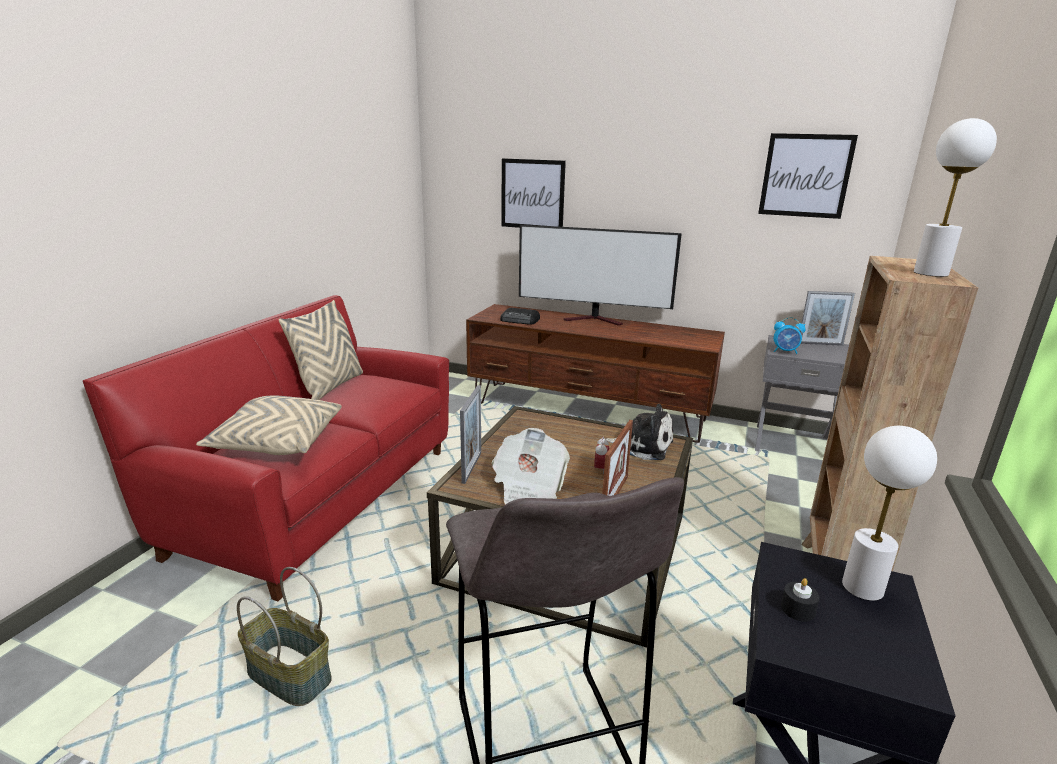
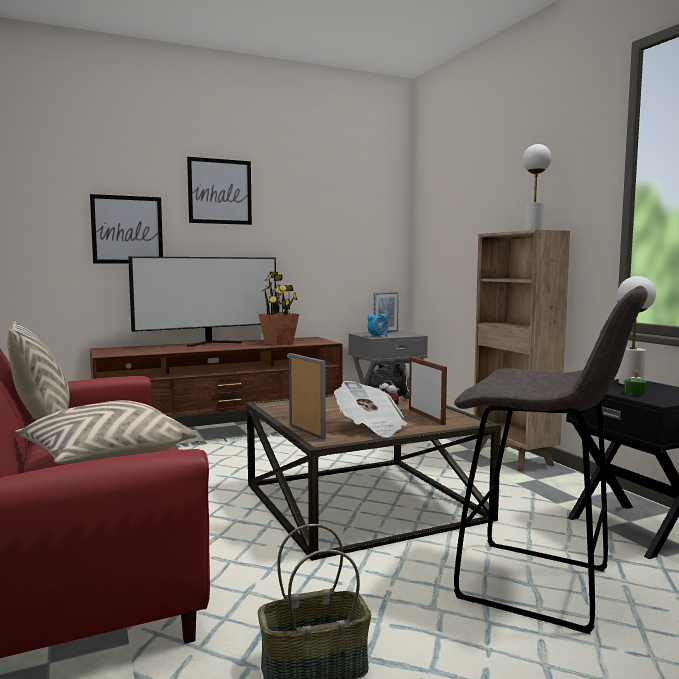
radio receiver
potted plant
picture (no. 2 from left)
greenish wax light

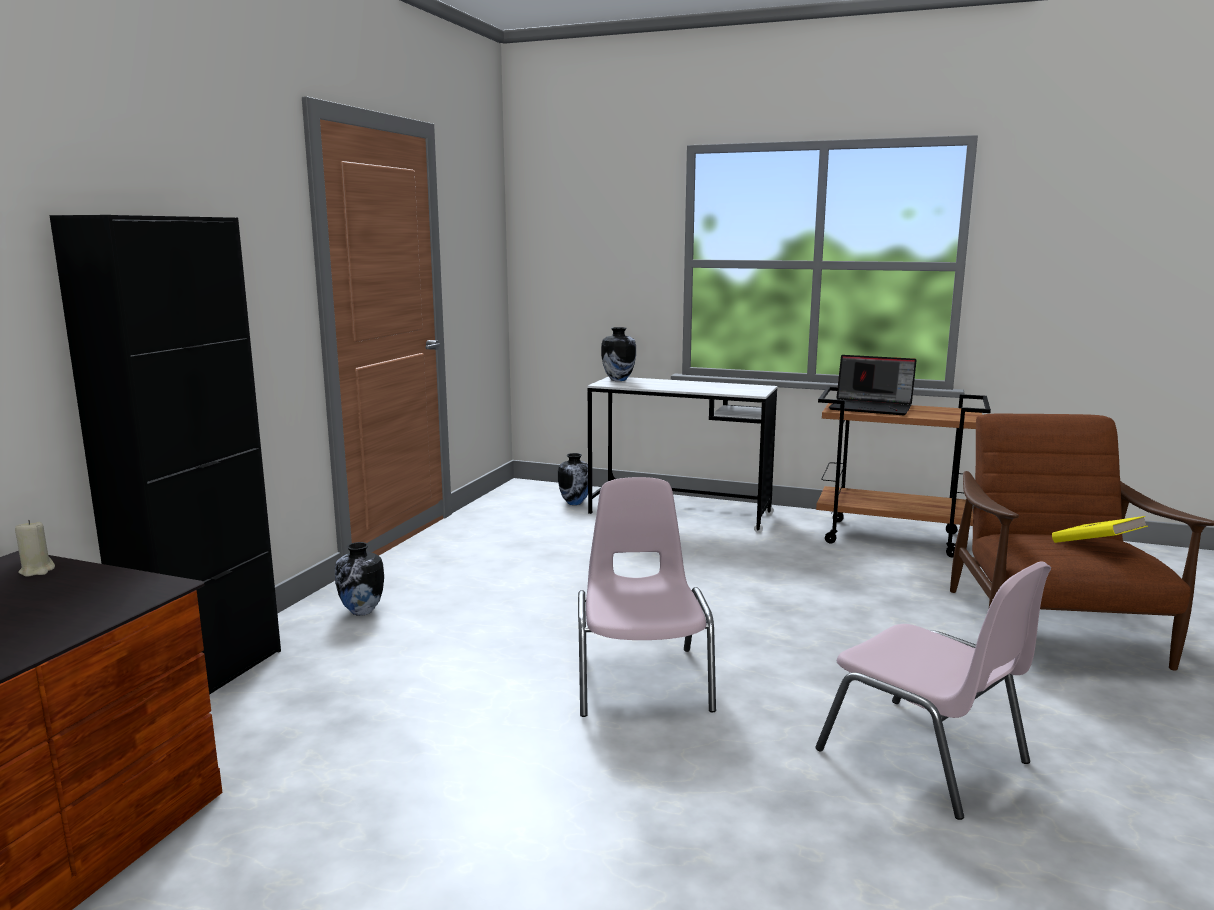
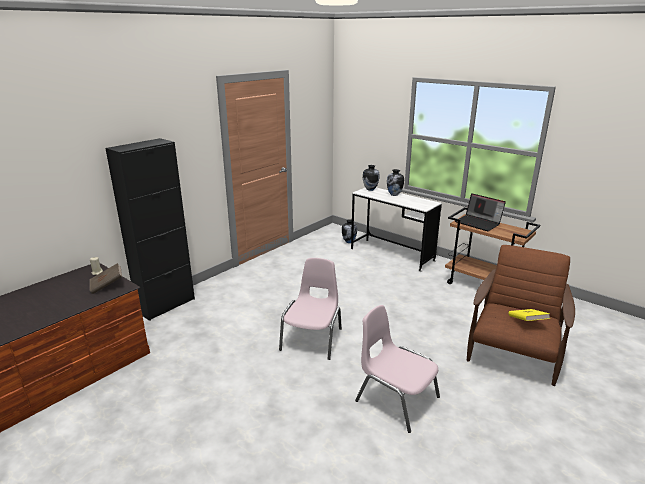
brown volume
flower vase (no. 3 from left)
pinkish upright chair (no. 2 from left)

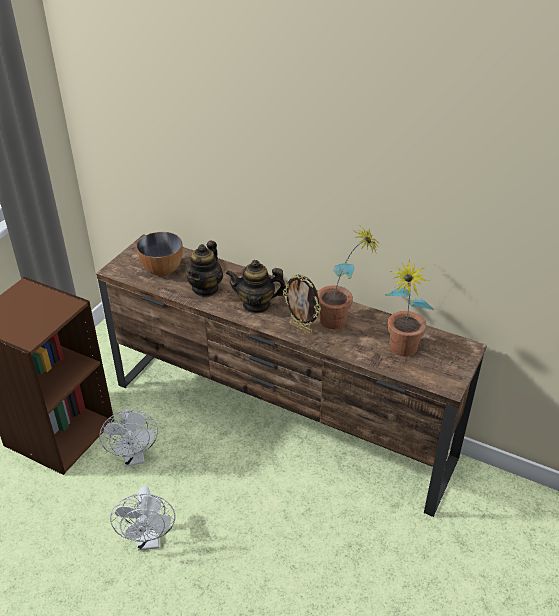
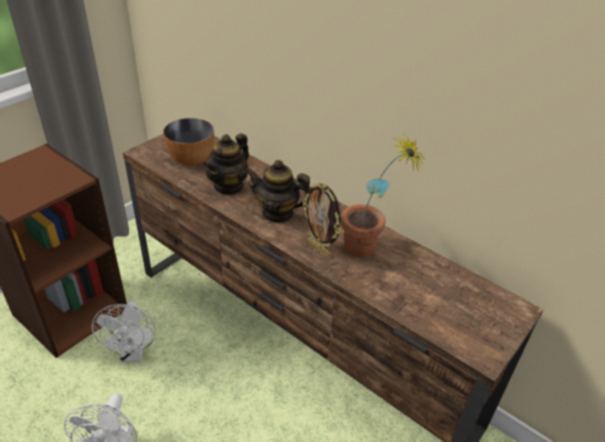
potted plant (no. 2 from left in the first image)

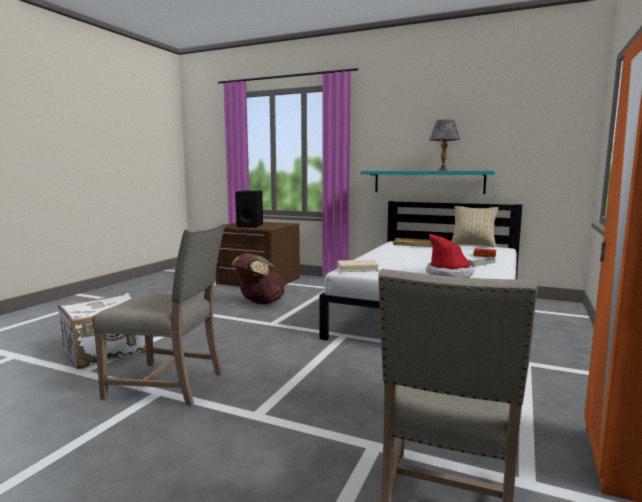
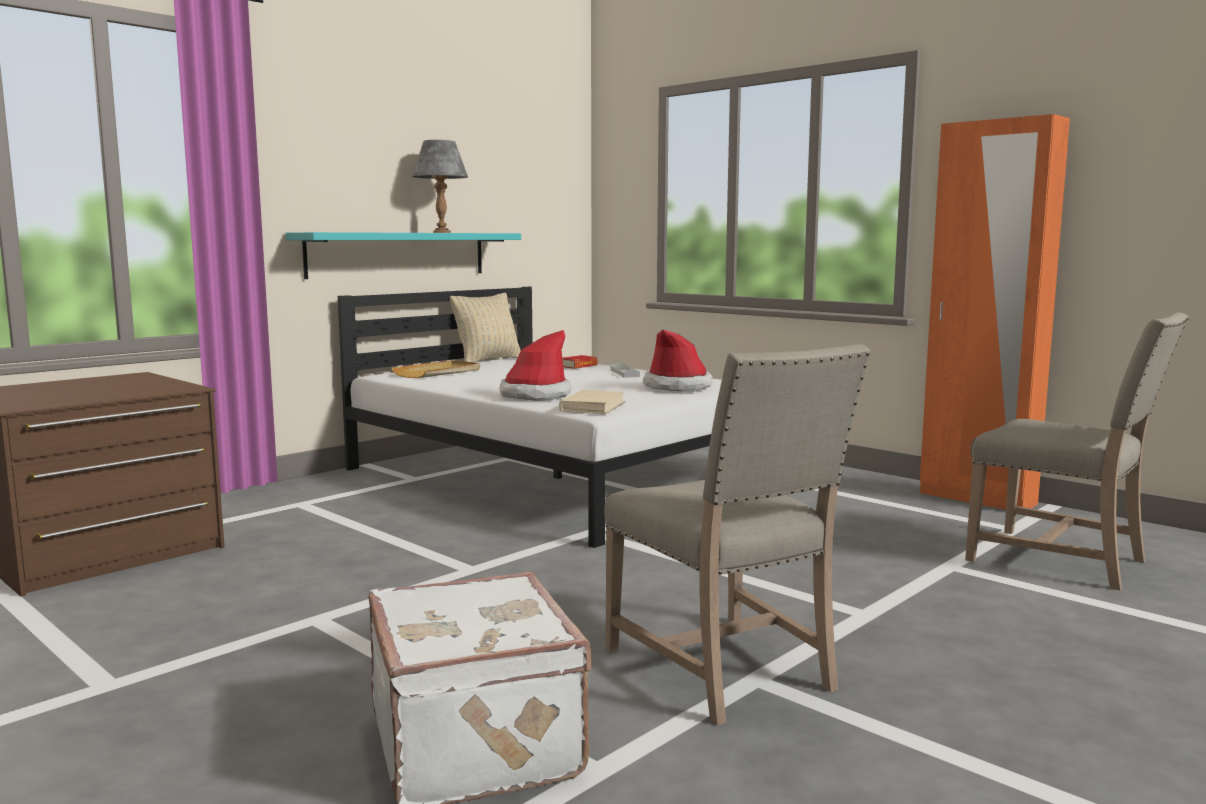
brown rucksack
black loudspeaker
hat (no. 1 from left)
beige-coloured upright chair (no. 1 from left)

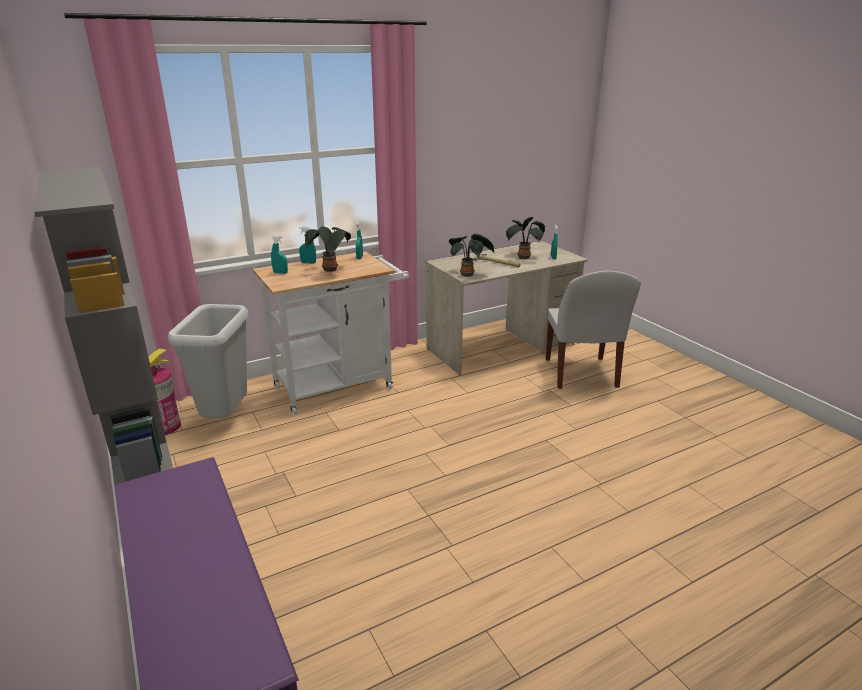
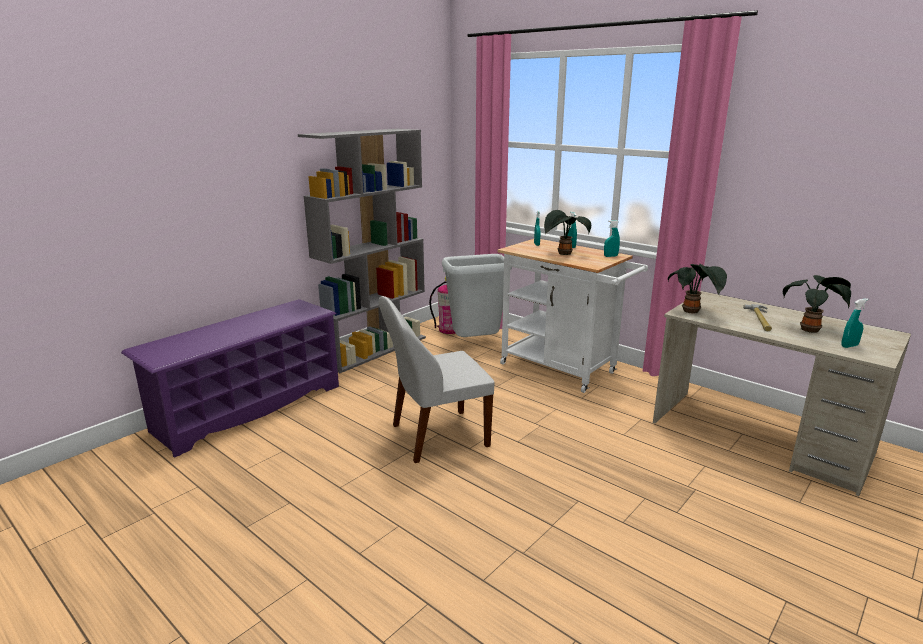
white-coloured upright chair

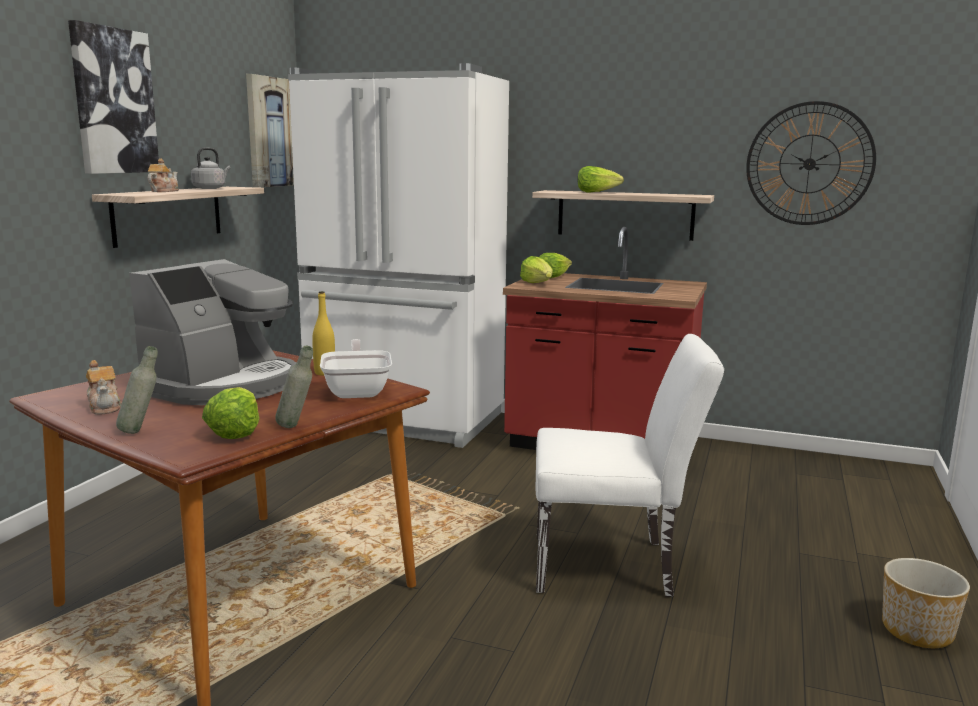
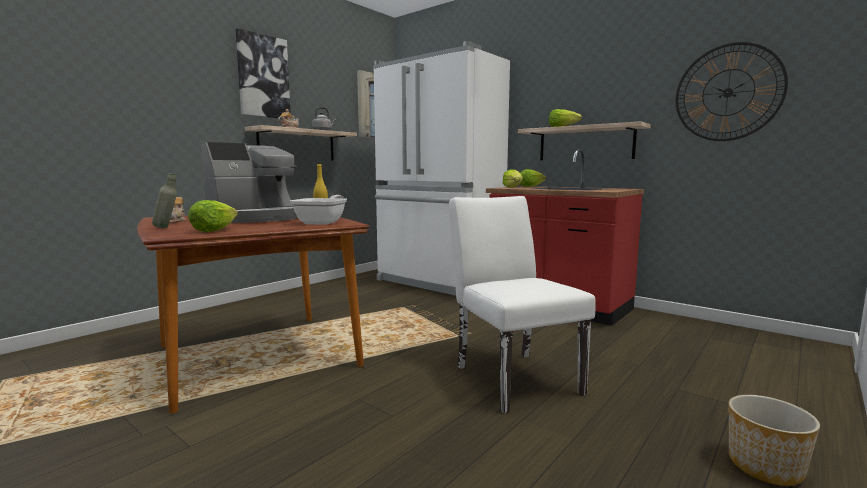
greyish beverage bottle (no. 2 from left in the first image)
white-coloured upright chair

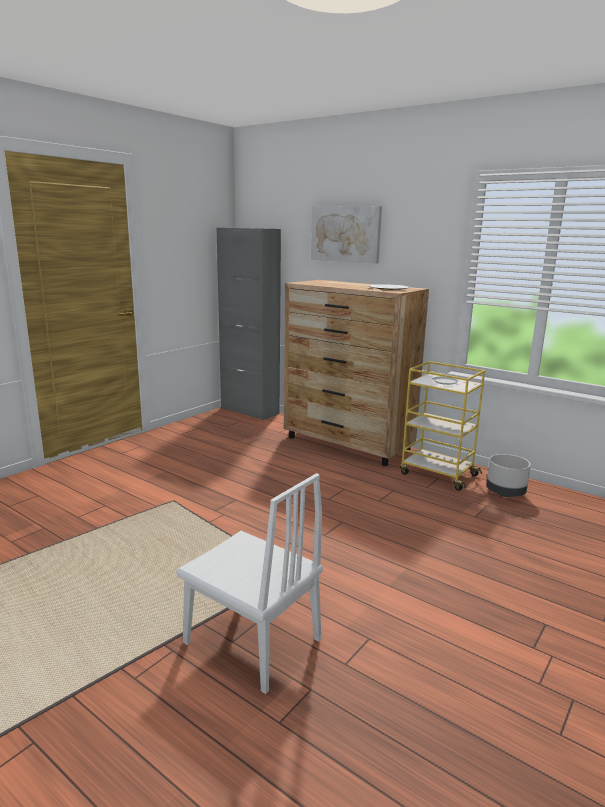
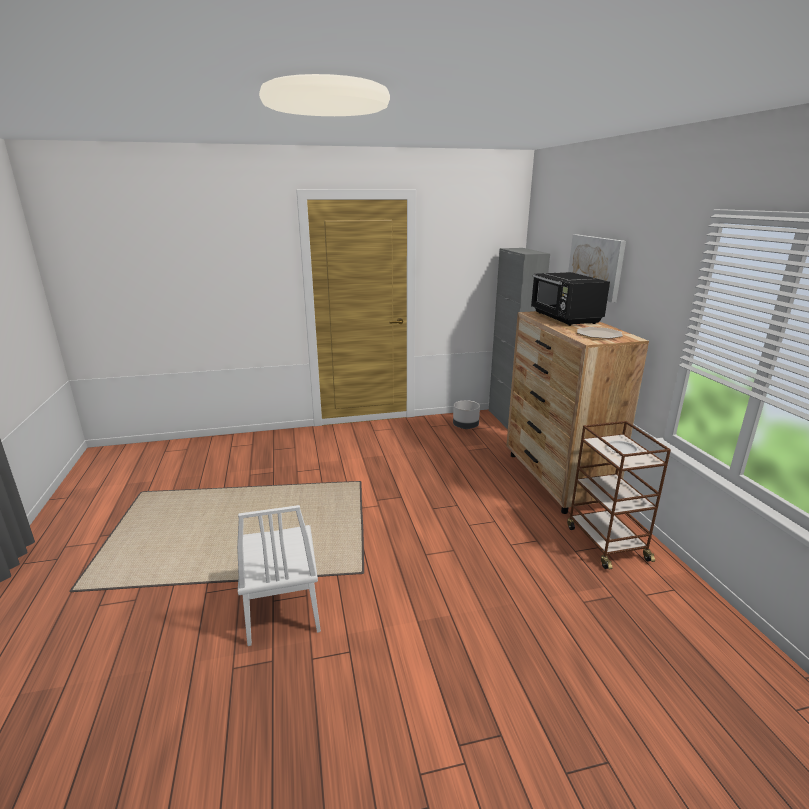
black kitchen microwave
greyish planter
brown cart

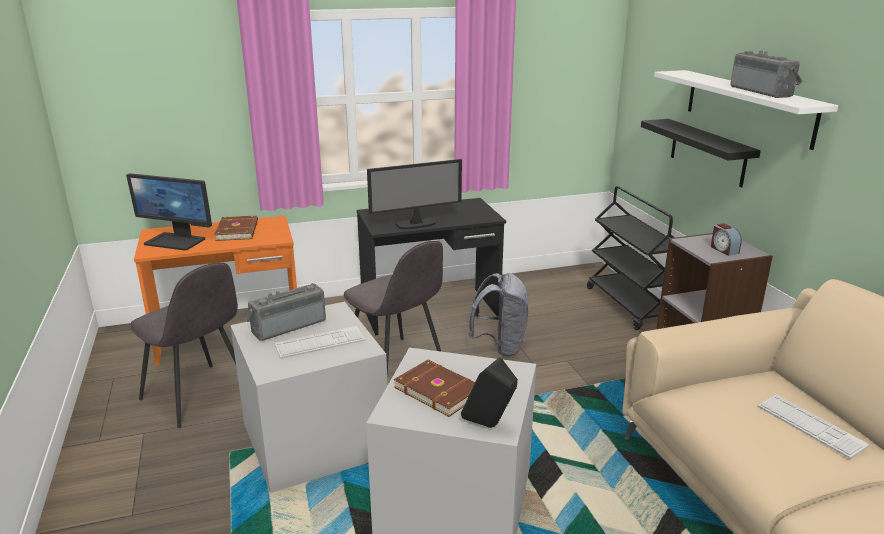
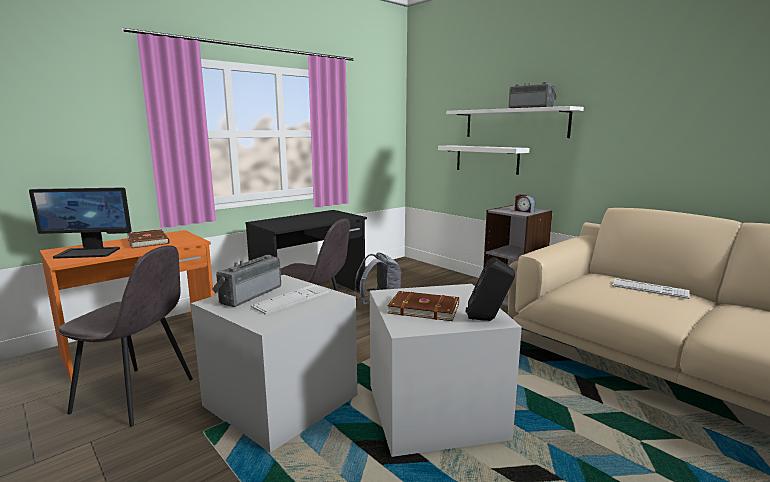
computer screen (no. 2 from left in the first image)
black cart
white-coloured shelf (no. 1 from left)

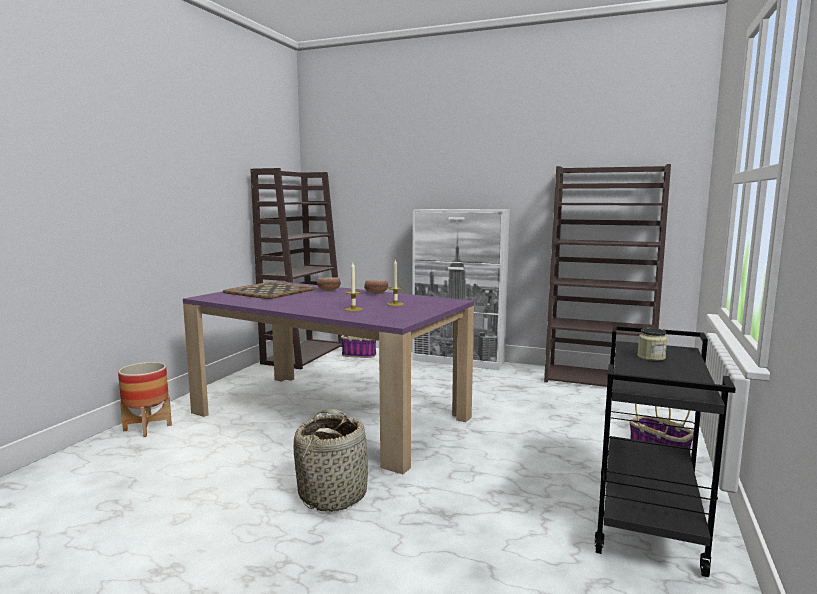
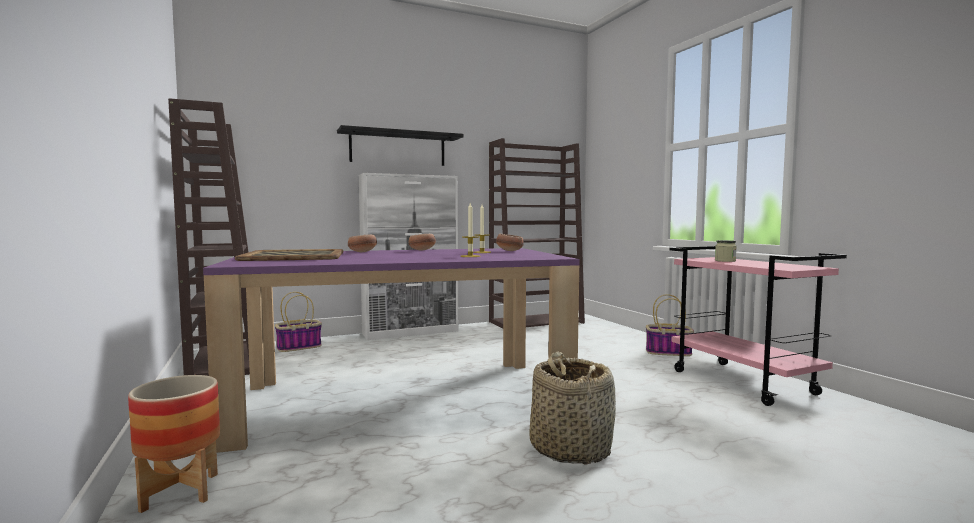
black shelf
deep dish (no. 3 from left)
pinkish cart

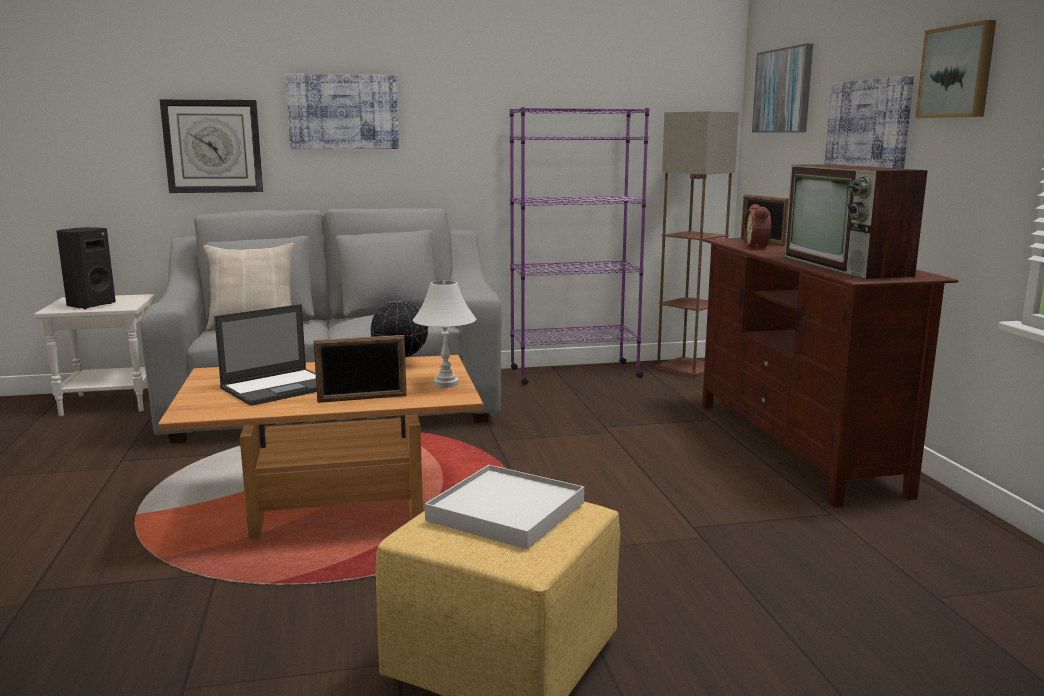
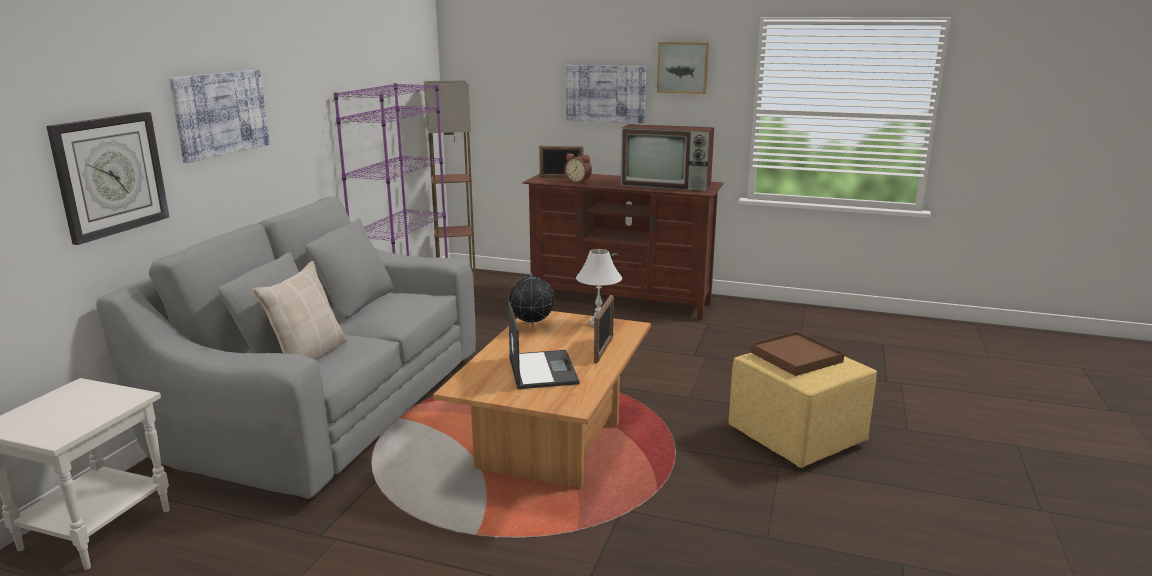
black loudspeaker
picture (no. 2 from left in the first image)
brown tray

